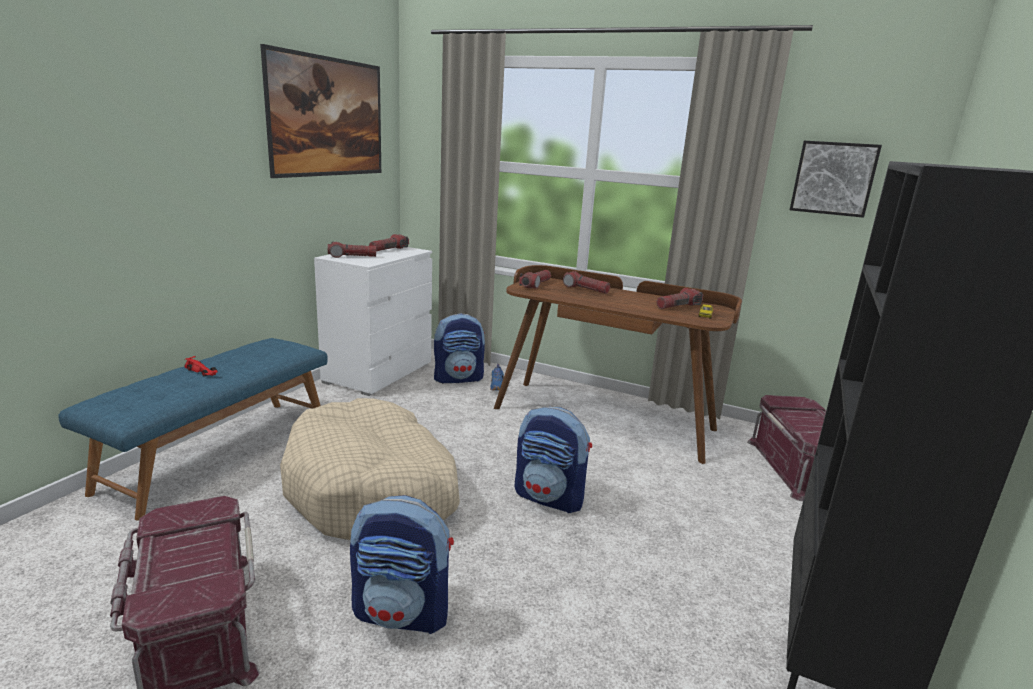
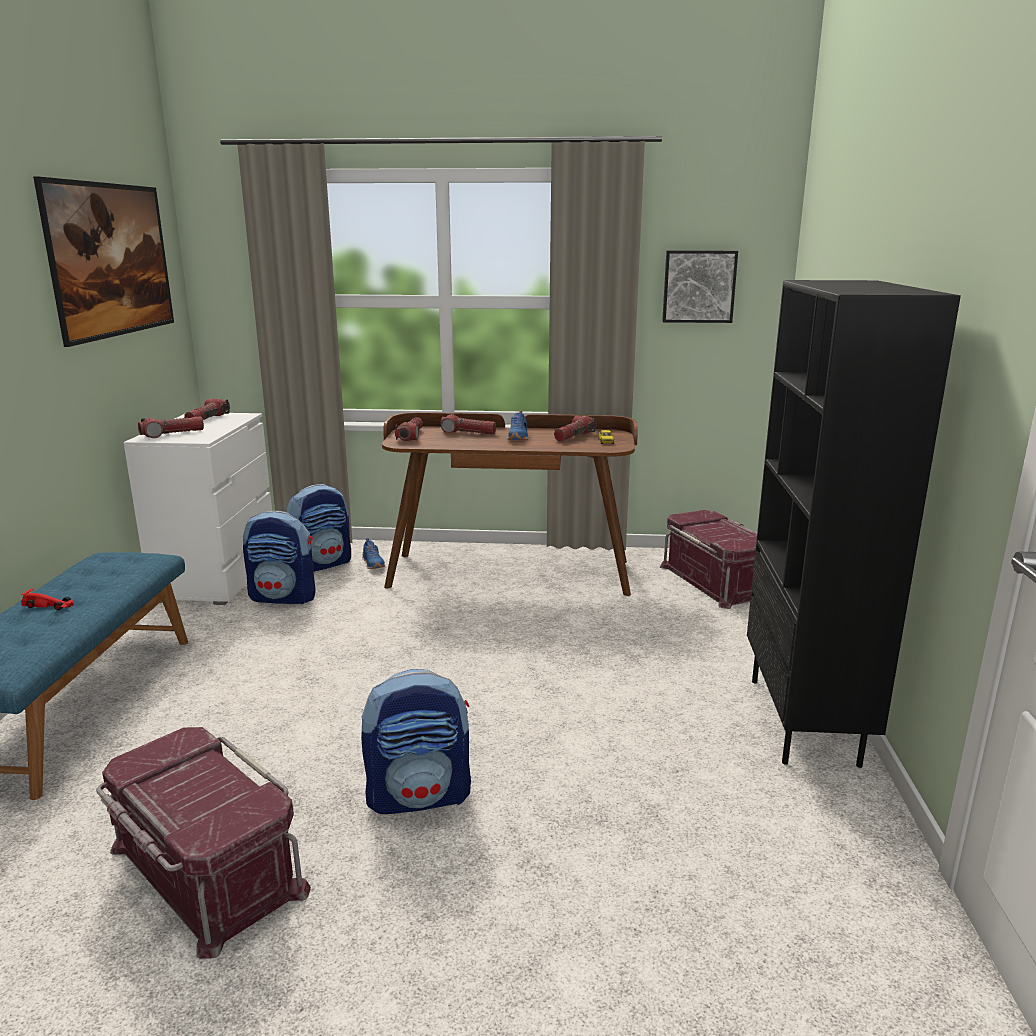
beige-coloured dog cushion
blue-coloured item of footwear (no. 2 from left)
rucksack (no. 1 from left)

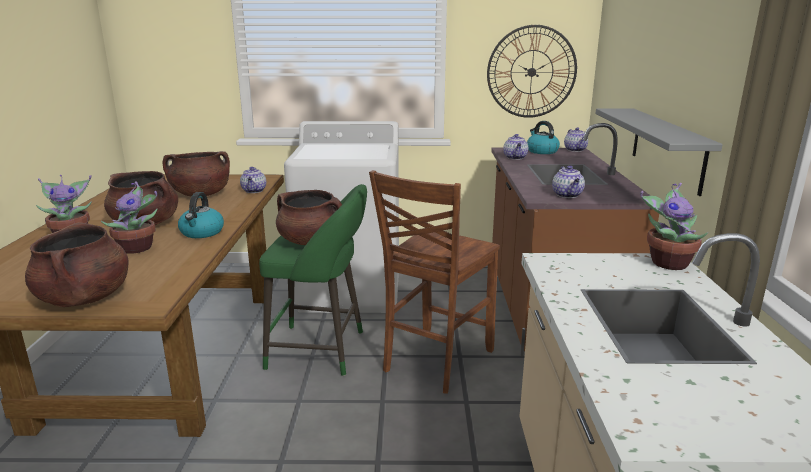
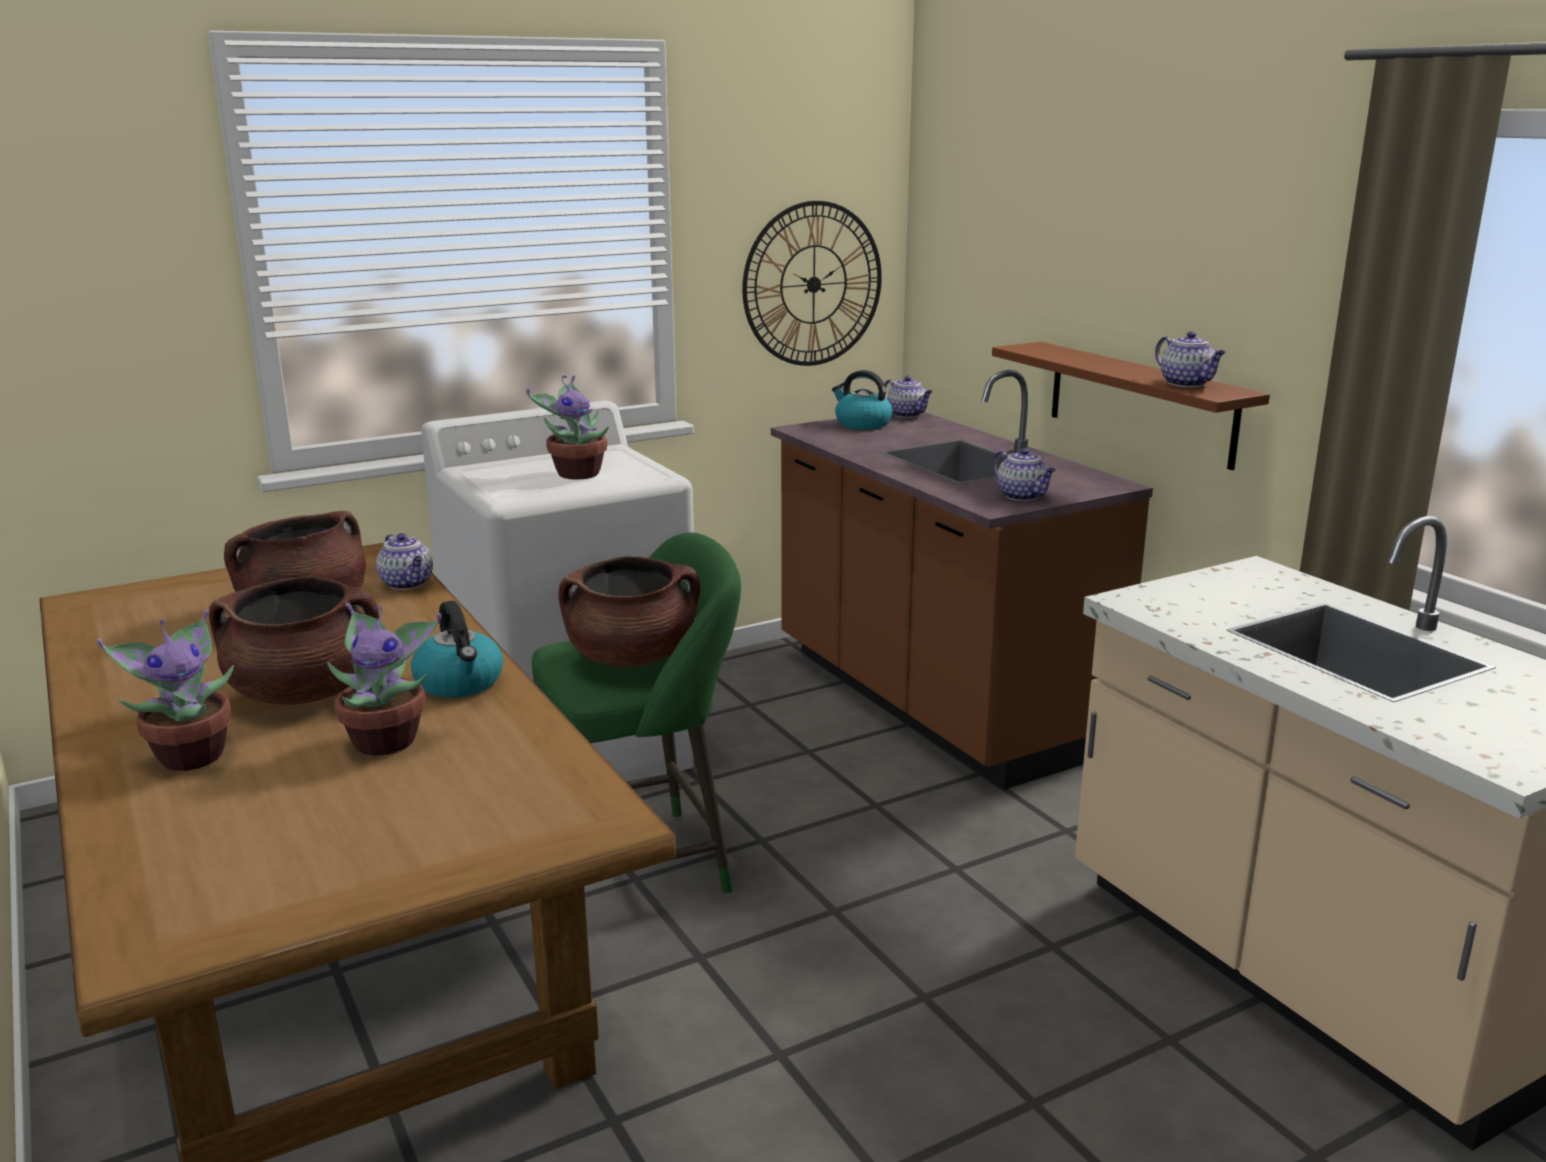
brown cooking pot (no. 1 from left in the first image)
brown upright chair
tea pot (no. 4 from left)
potted plant (no. 3 from left)
brown shelf

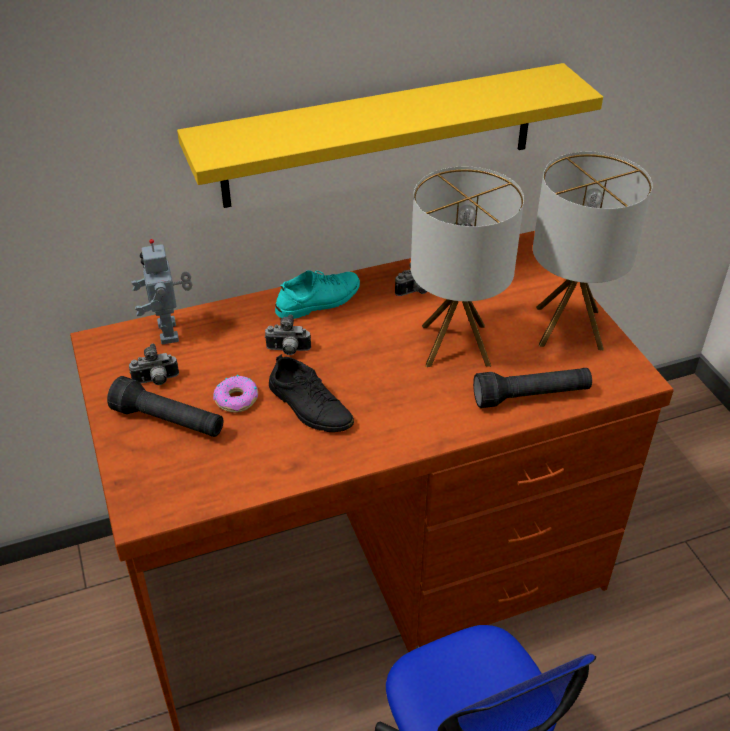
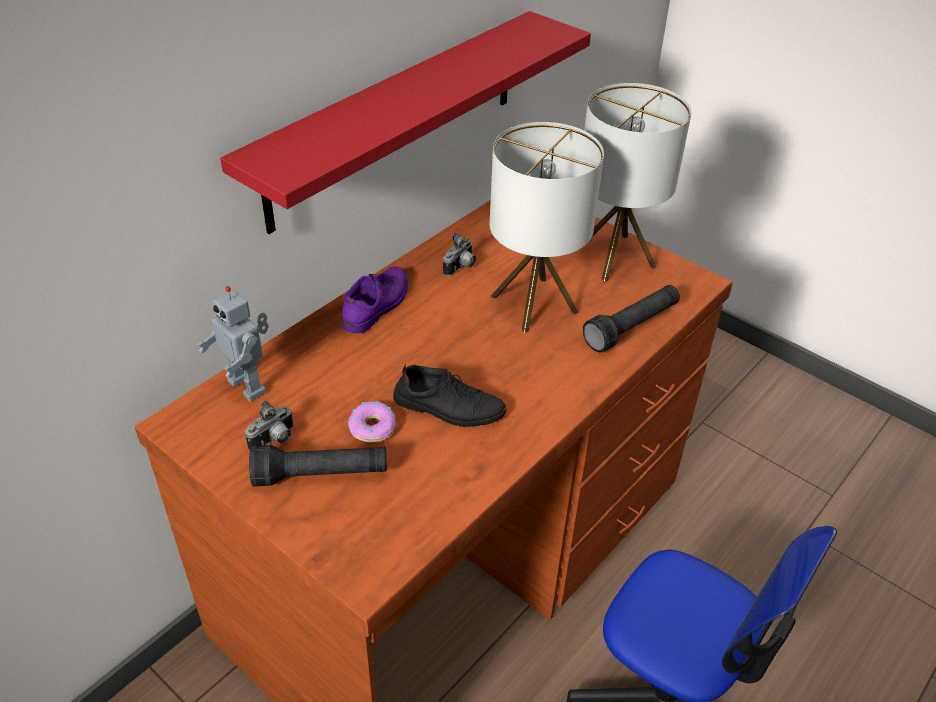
still camera (no. 2 from left in the first image)
red shelf
purplish item of footwear

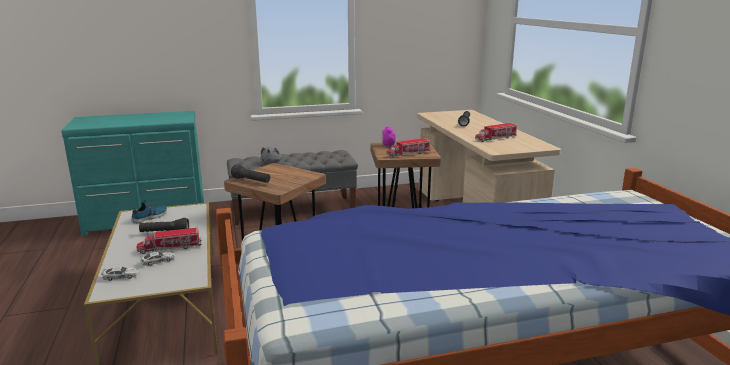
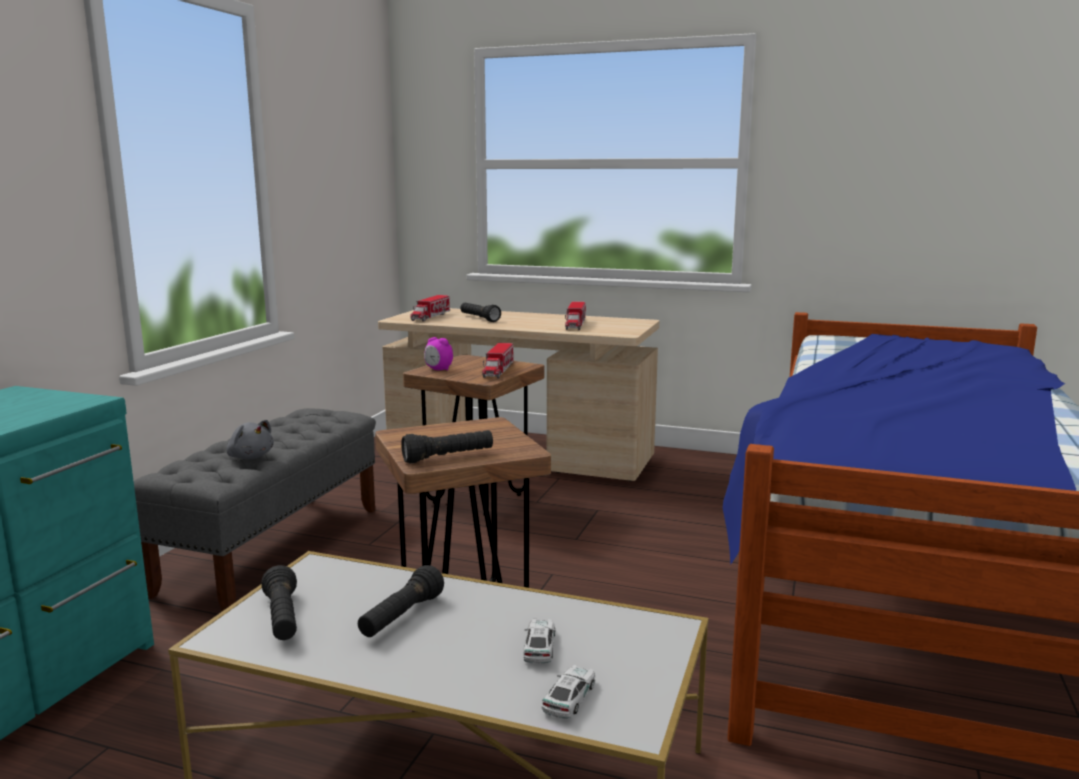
model truck (no. 1 from left)
black hand torch (no. 1 from left)

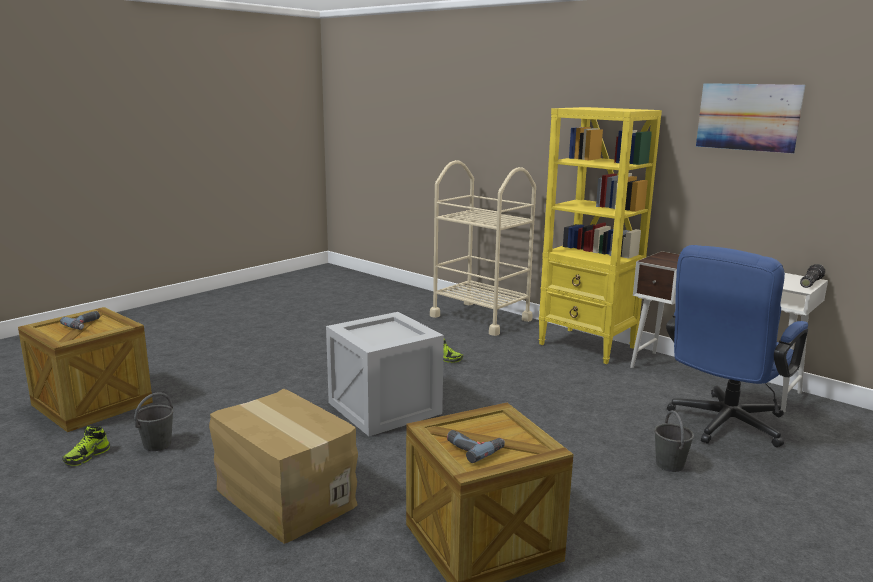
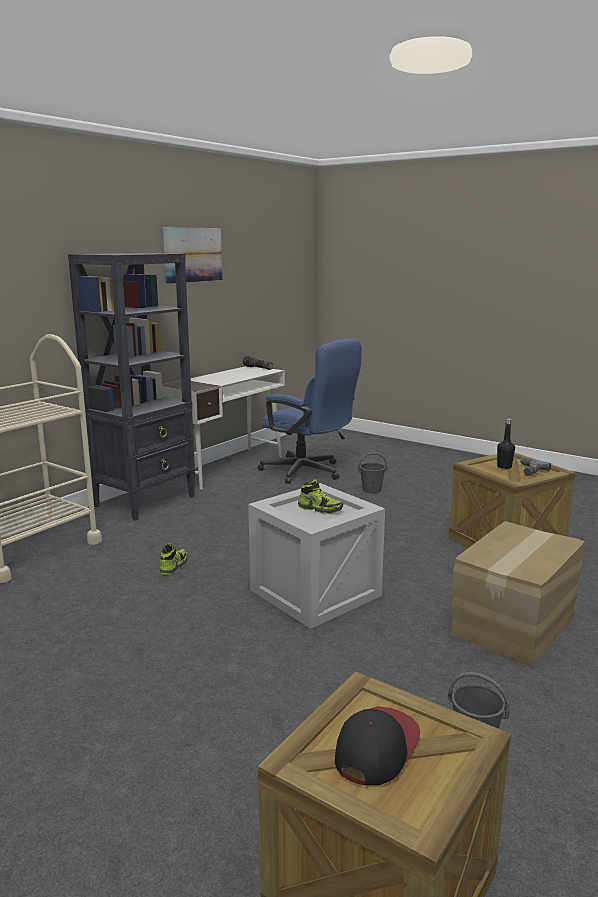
black beverage bottle
item of footwear (no. 2 from left)
peaked cap
black bookcase

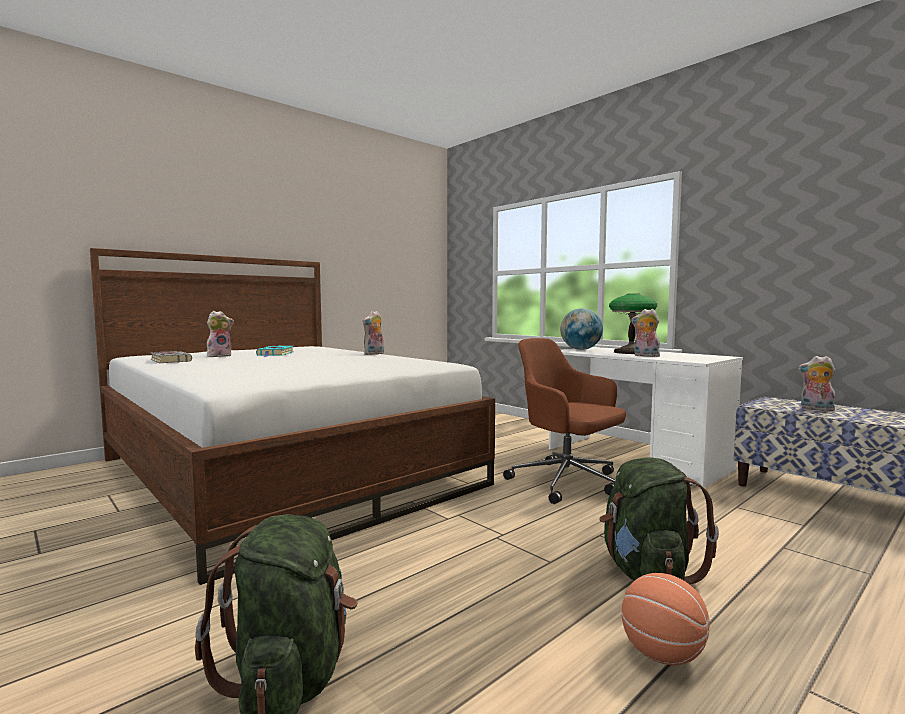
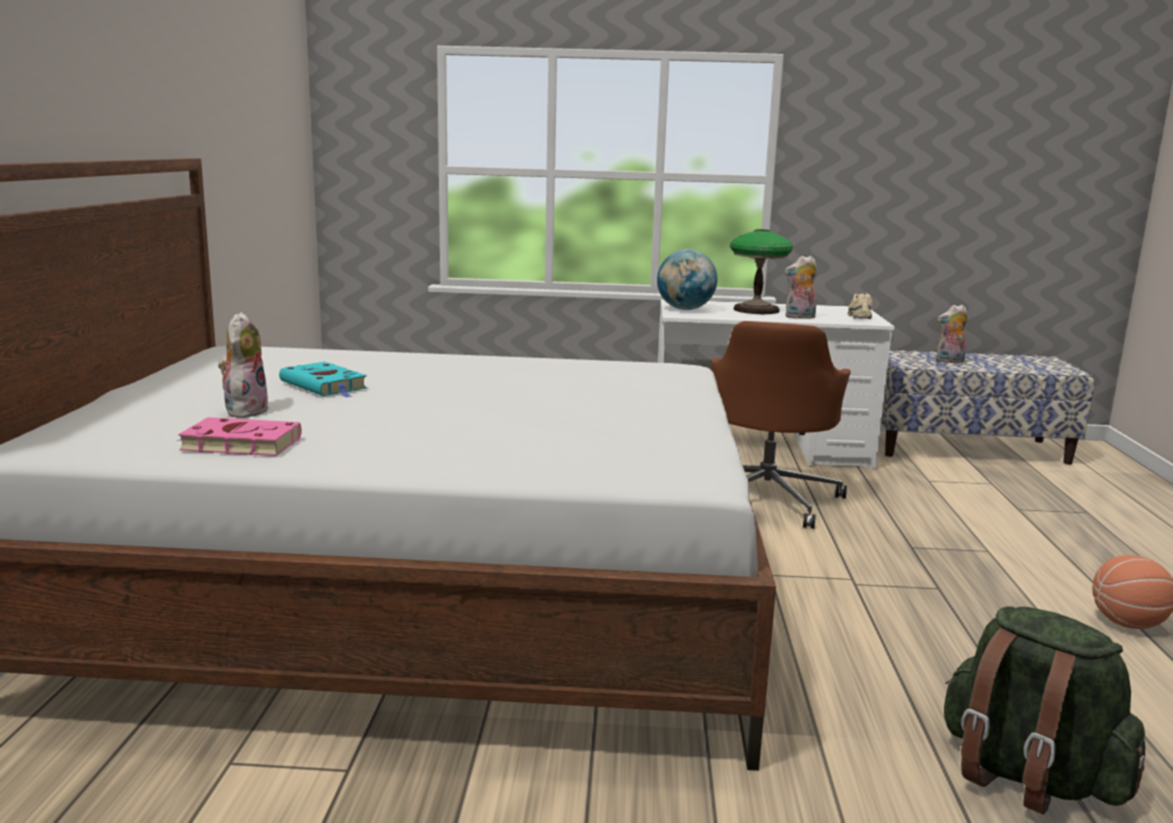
cuddly toy (no. 2 from left in the first image)
greenish rucksack (no. 2 from left in the first image)
beige-coloured item of footwear
pinkish volume
brown office chair

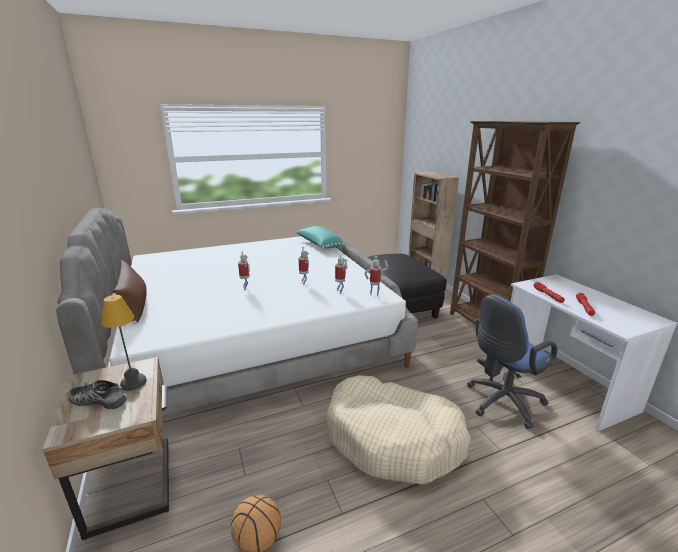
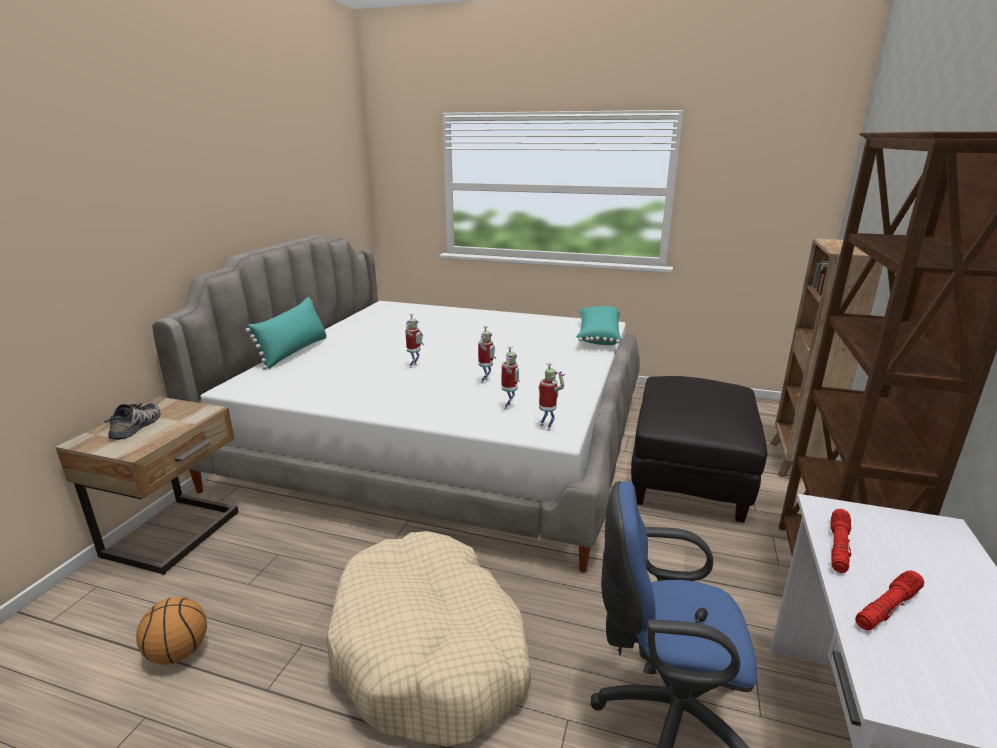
lamp for a table
blue-green cushion (no. 1 from left)
item of footwear

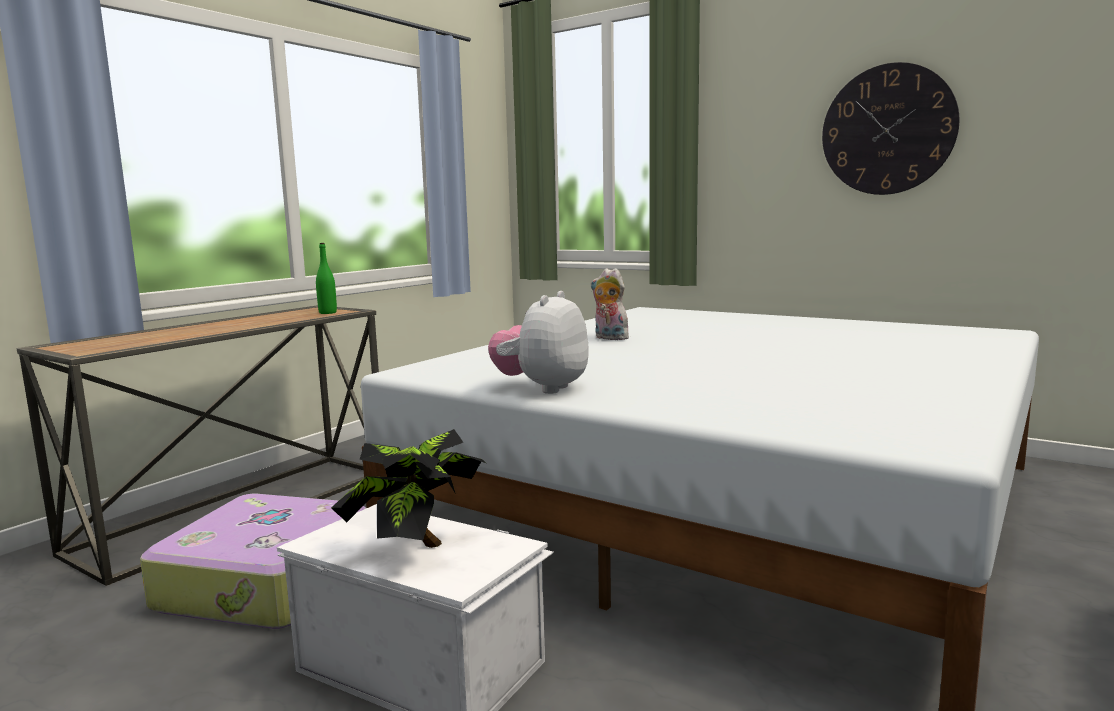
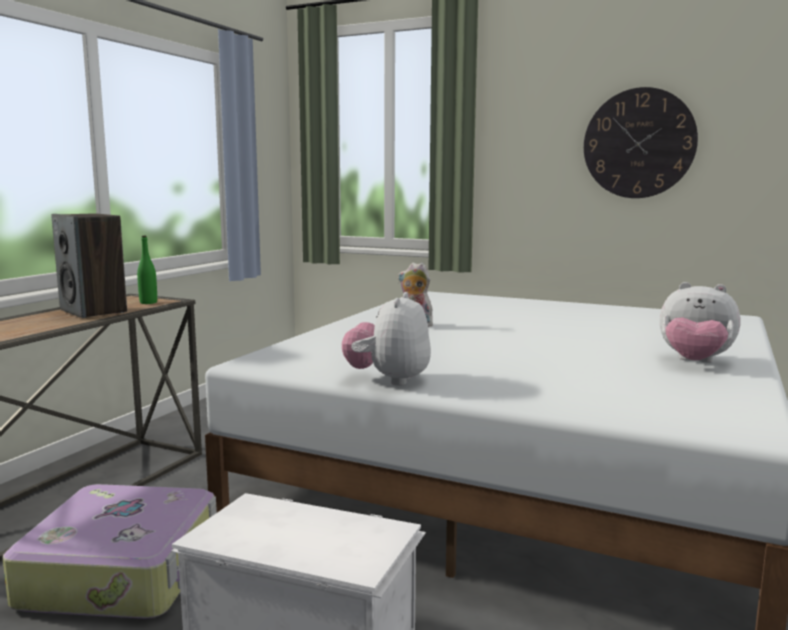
potted plant
loudspeaker
cuddly toy (no. 3 from left)

